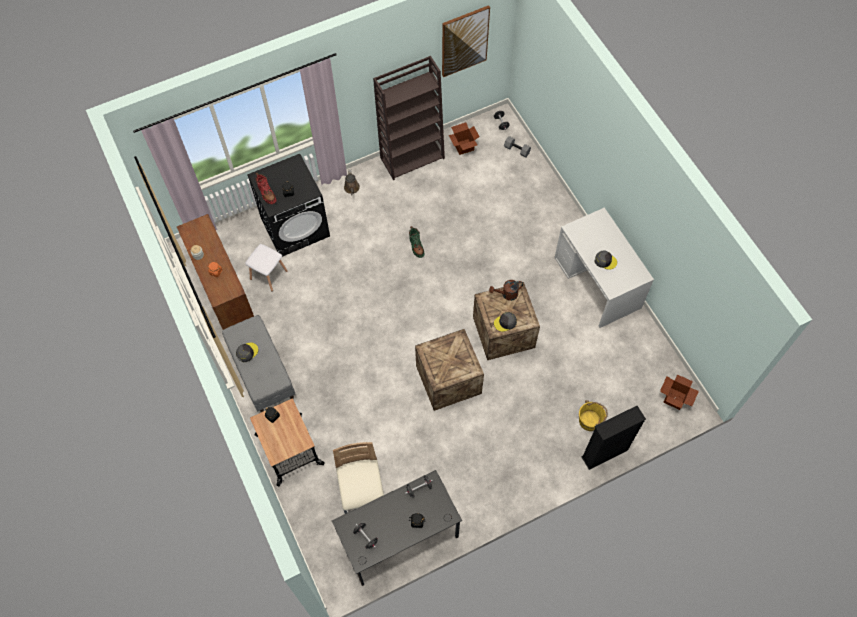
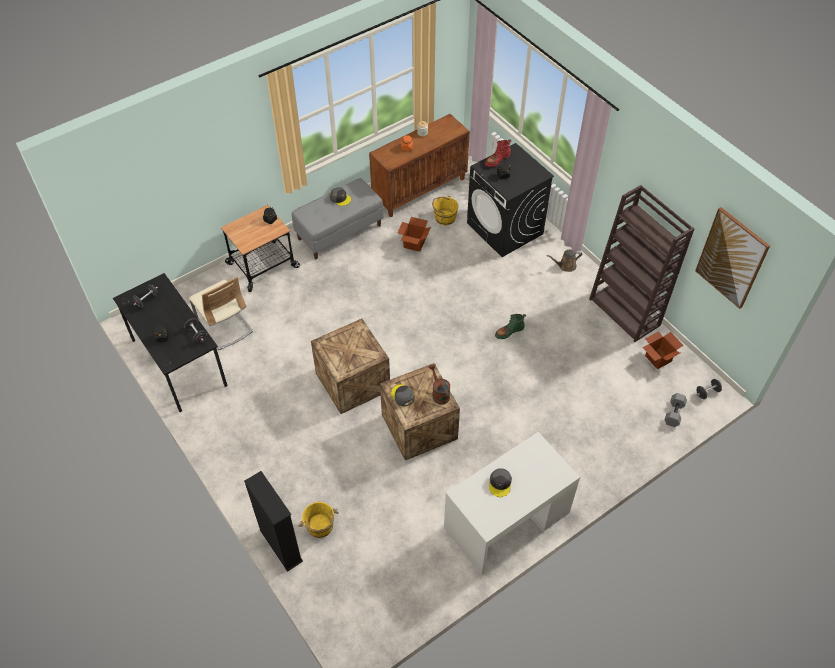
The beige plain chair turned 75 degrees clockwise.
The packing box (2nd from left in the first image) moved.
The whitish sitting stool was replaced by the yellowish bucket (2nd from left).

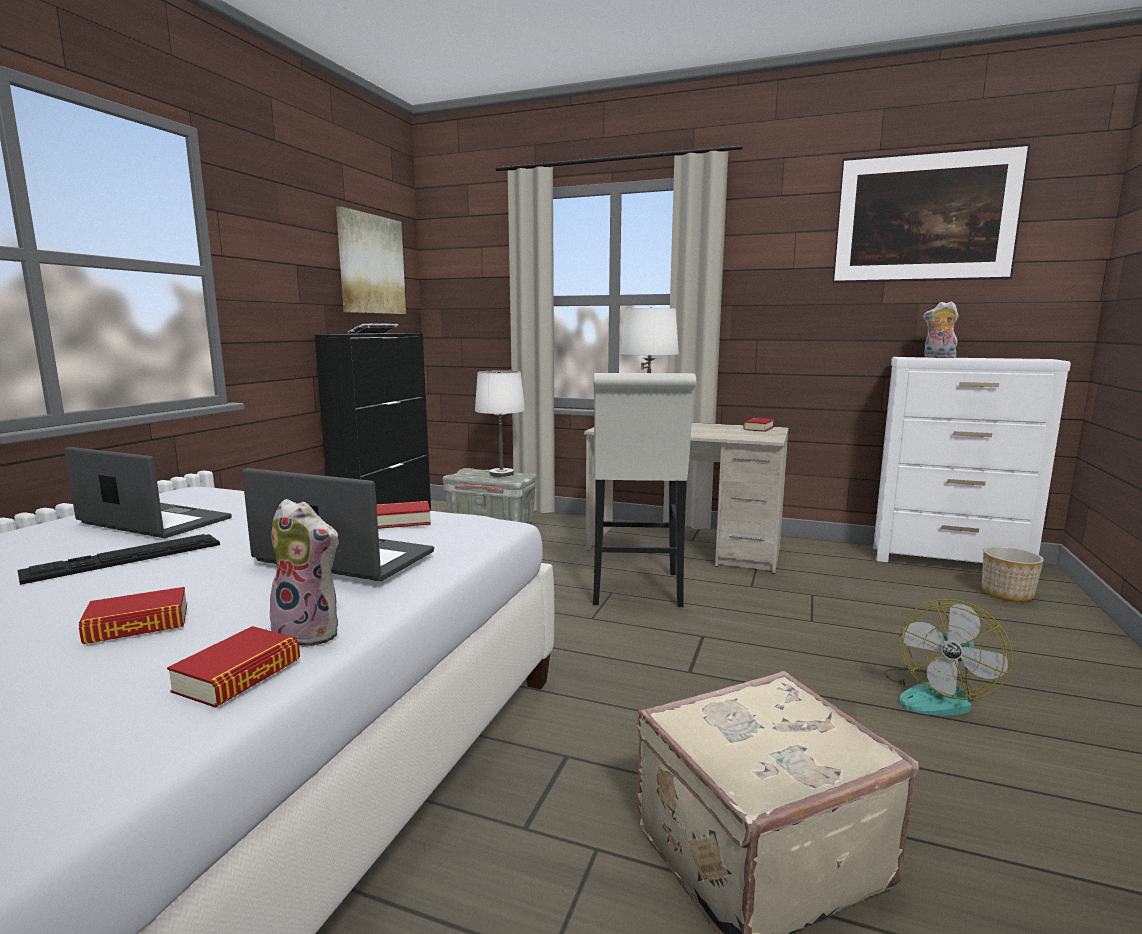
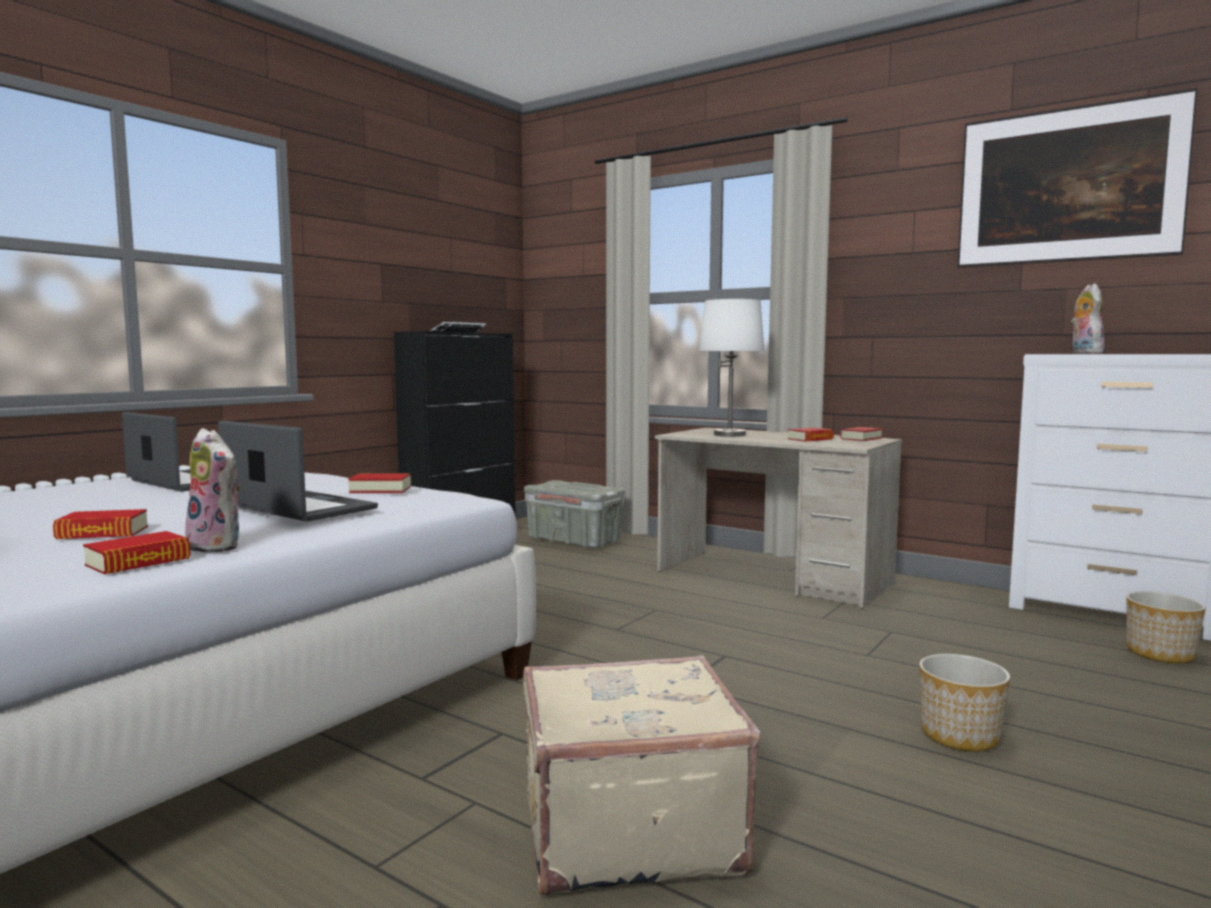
The book (4th from left) appeared.
The fan was replaced by the planter (1st from left).
The plush toy (2nd from left) turned 45 degrees clockwise.
The PC keyboard (1st from left) disappeared.
The wall art (1st from left) disappeared.
The whitish table lamp (1st from left) disappeared.
The whitish sitting stool disappeared.

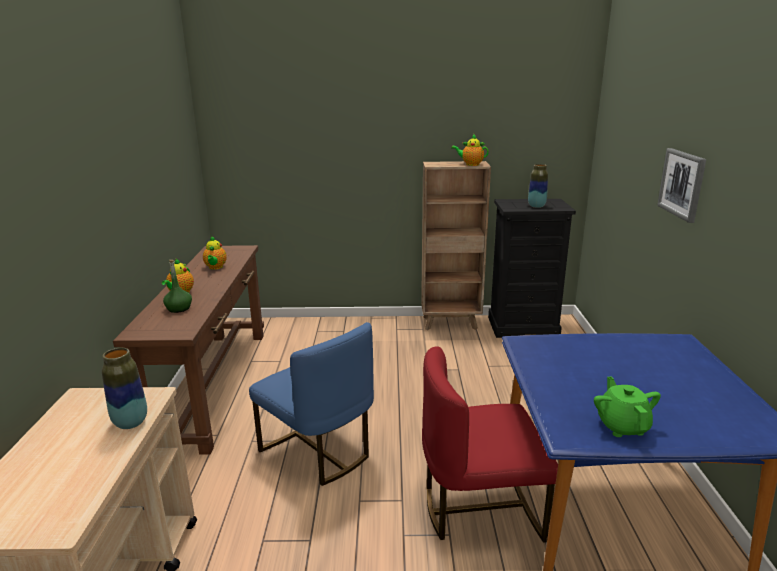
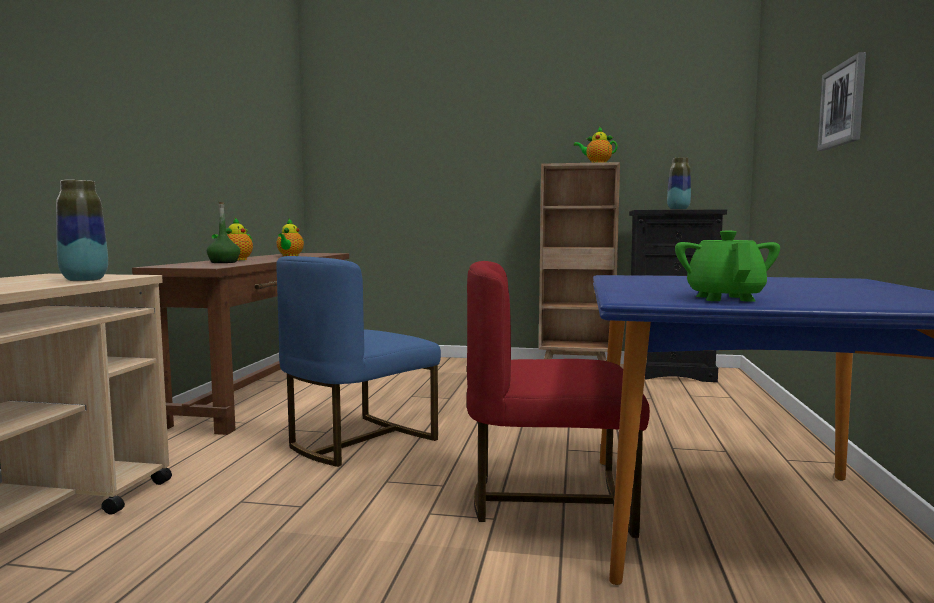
The bluish plain chair turned 75 degrees clockwise.

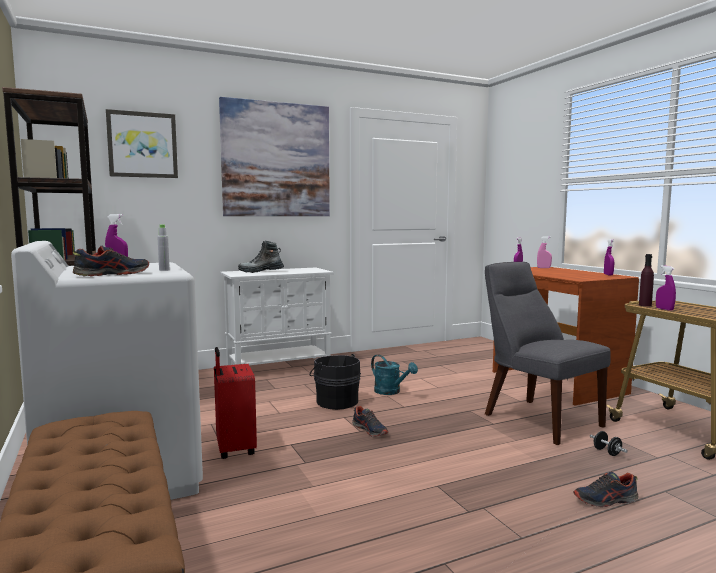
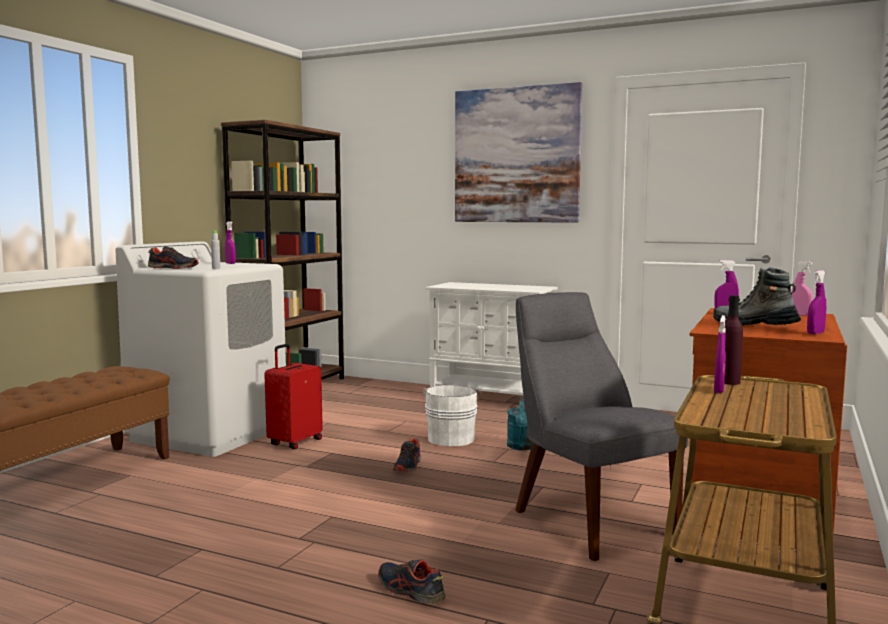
The black-coloured bucket became the whitish bucket.
The gray plain chair turned 45 degrees counterclockwise.
The high-top boot moved.
The wall art (1st from left) disappeared.
The black-coloured free weight disappeared.

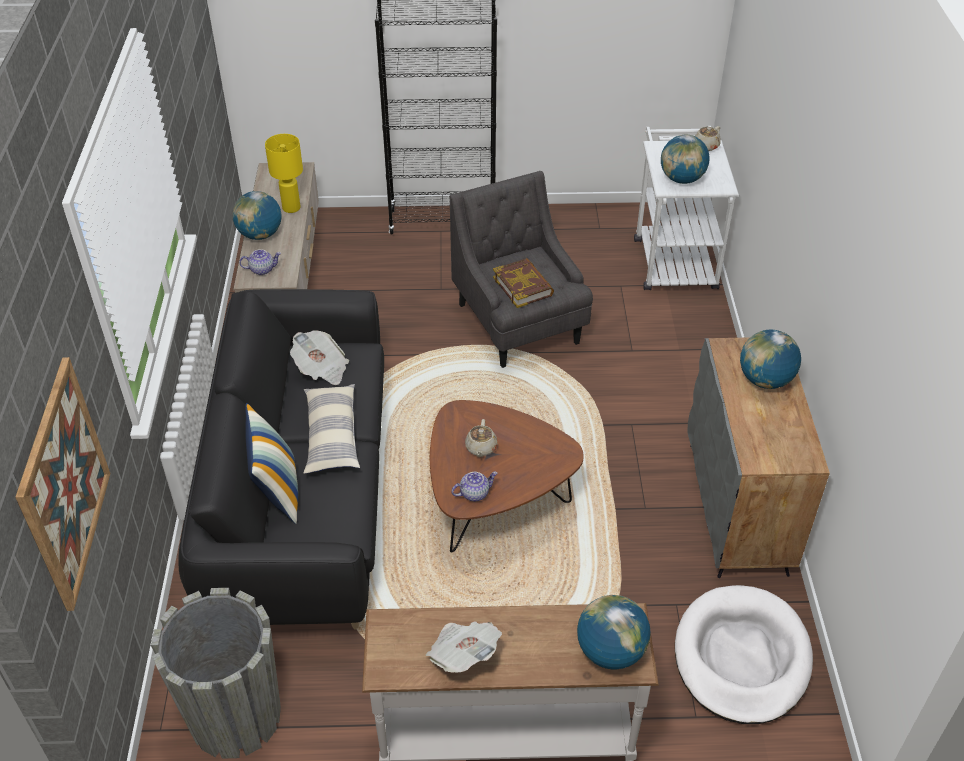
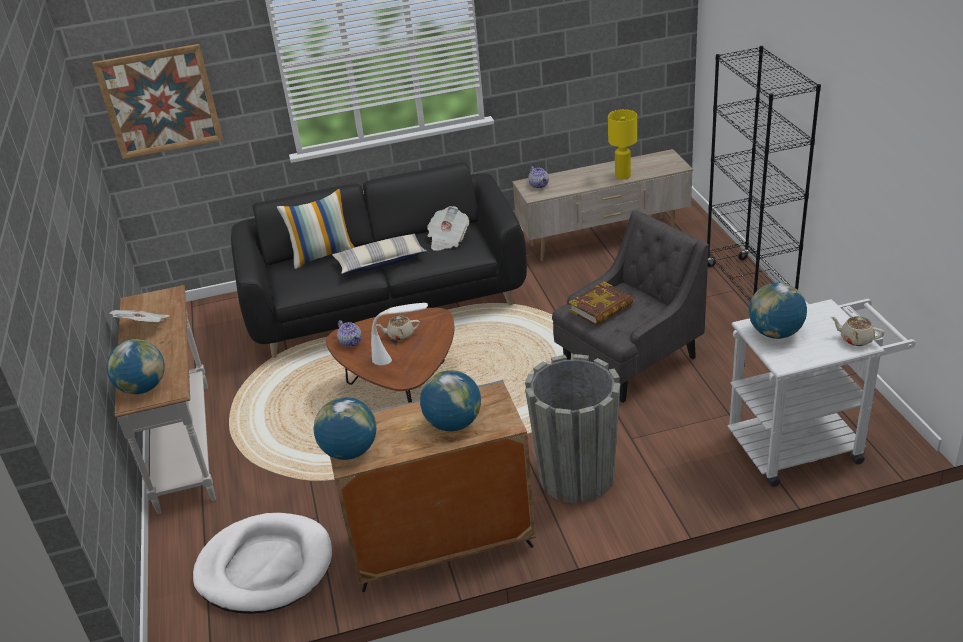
The world globe (1st from left in the first image) moved.
The whitish table lamp appeared.
The gray planter moved.

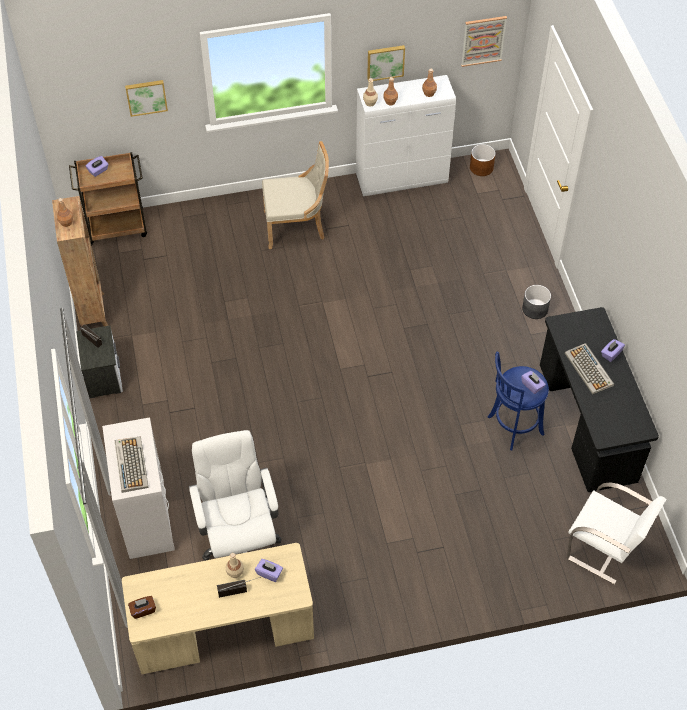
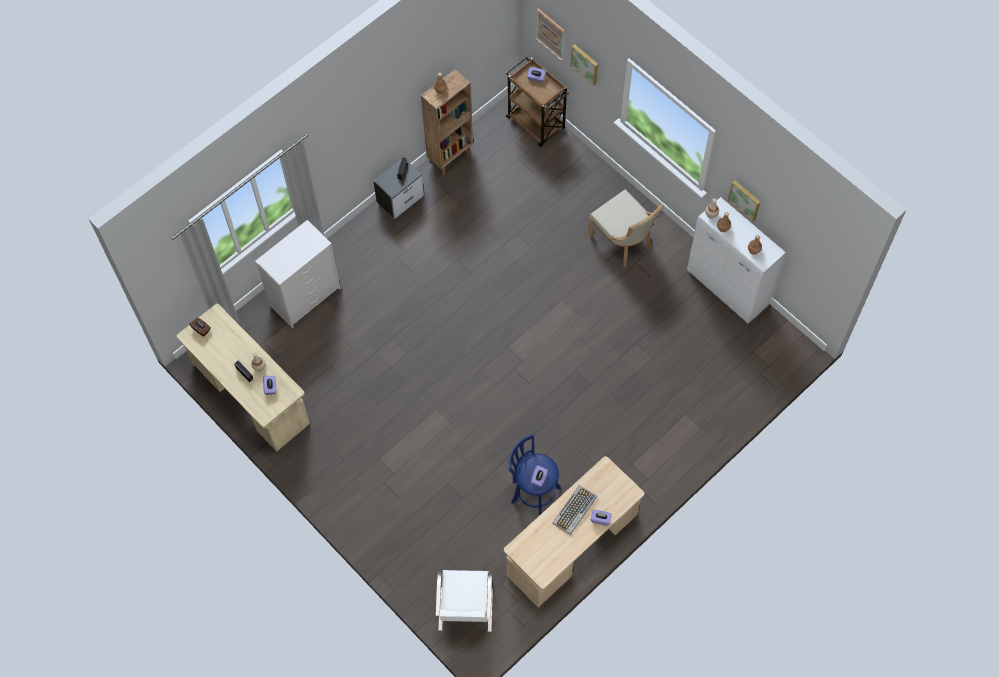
The black-coloured desk became the beige desk (2nd from left).
The wall art (3rd from left in the first image) moved.
The PC keyboard (1st from left) disappeared.
The whitish office chair disappeared.
The brownish planter disappeared.
The gray planter disappeared.

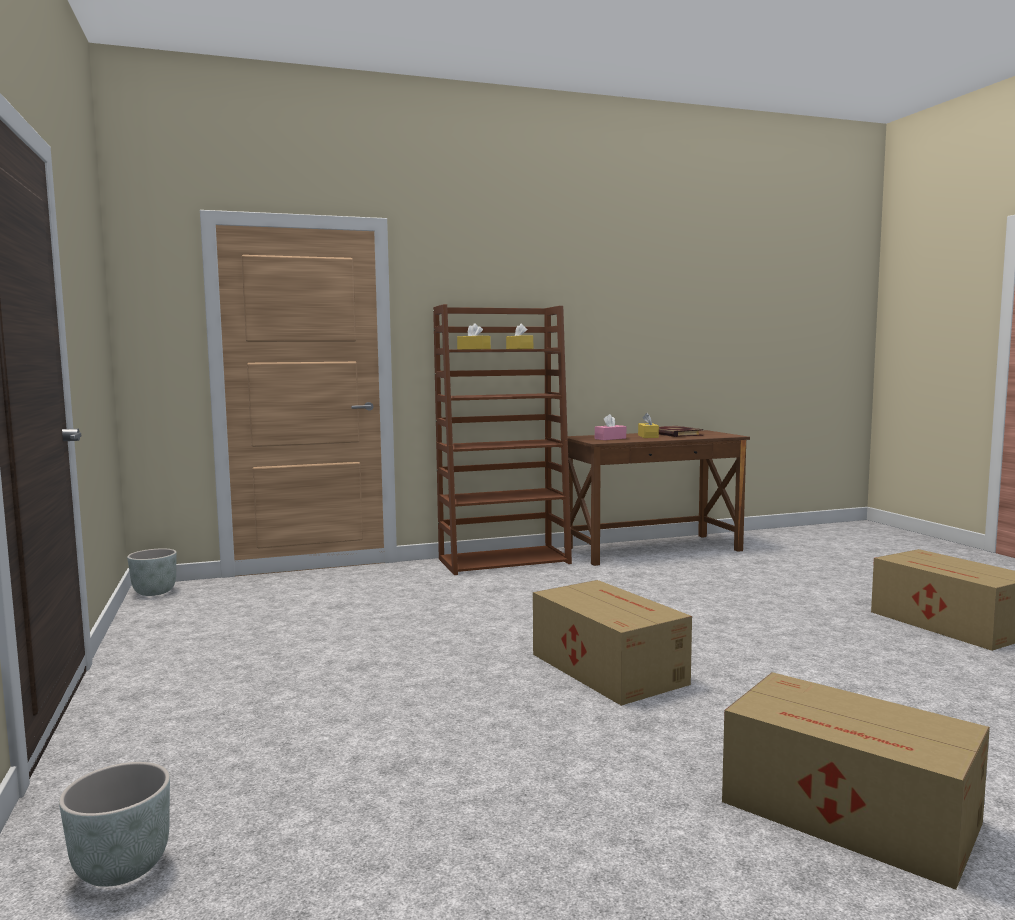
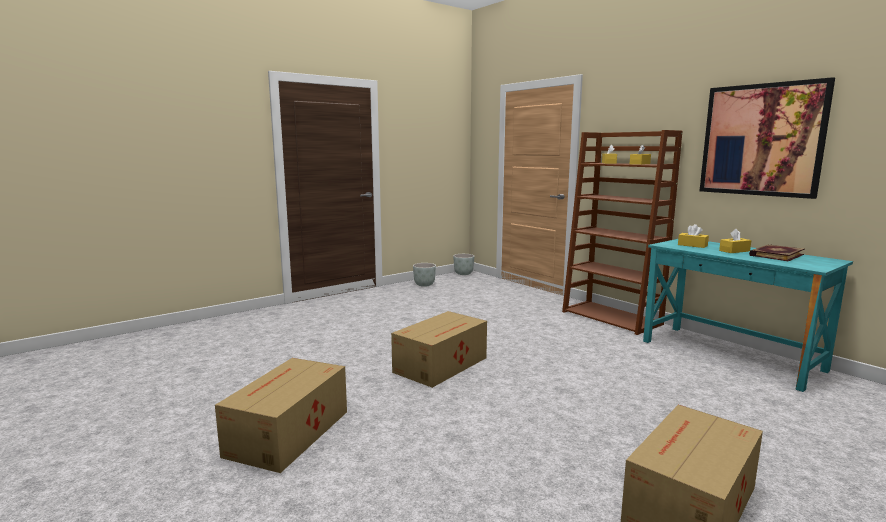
The gray planter (1st from left) moved.
The brownish desk became the turquoise desk.
The pinkish box of tissues became the yellowish box of tissues (3rd from left).
The wall art appeared.

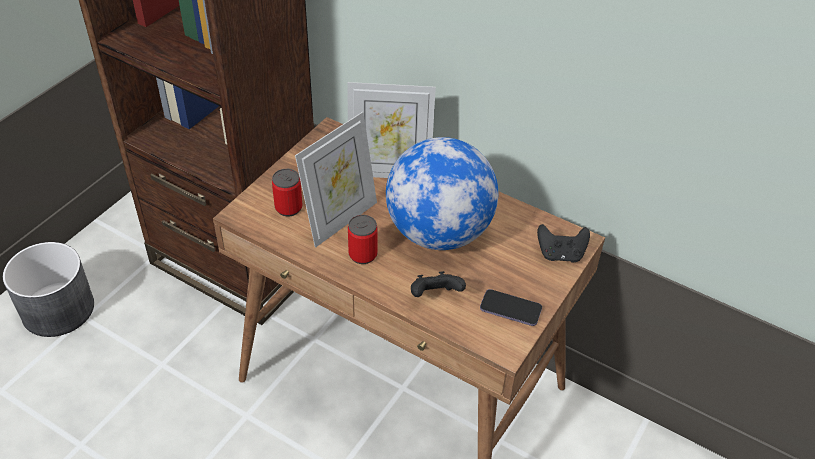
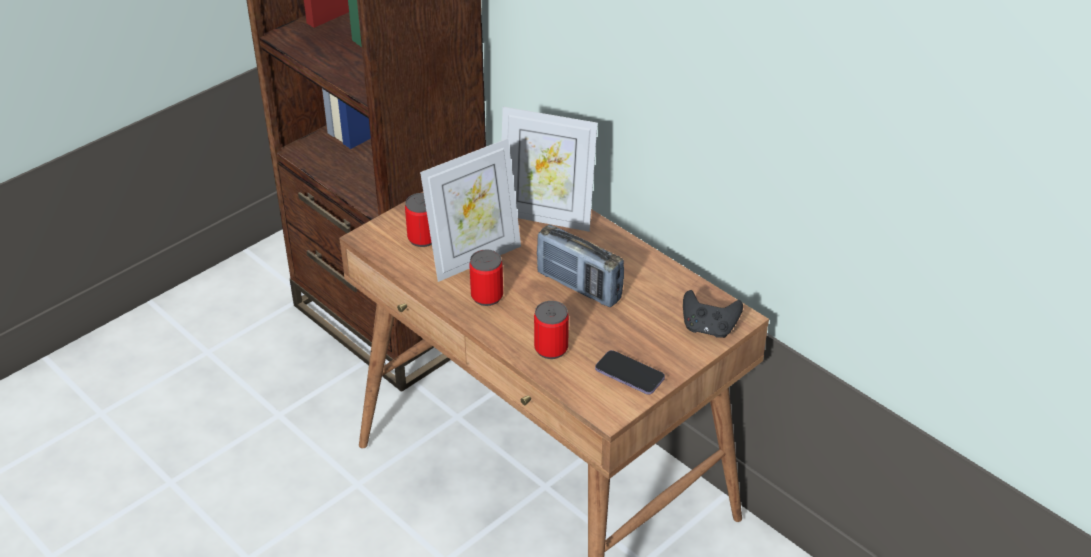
The black-coloured game controller (1st from left) was replaced by the can (3rd from left).
The world globe was replaced by the radio set.
The gray planter disappeared.

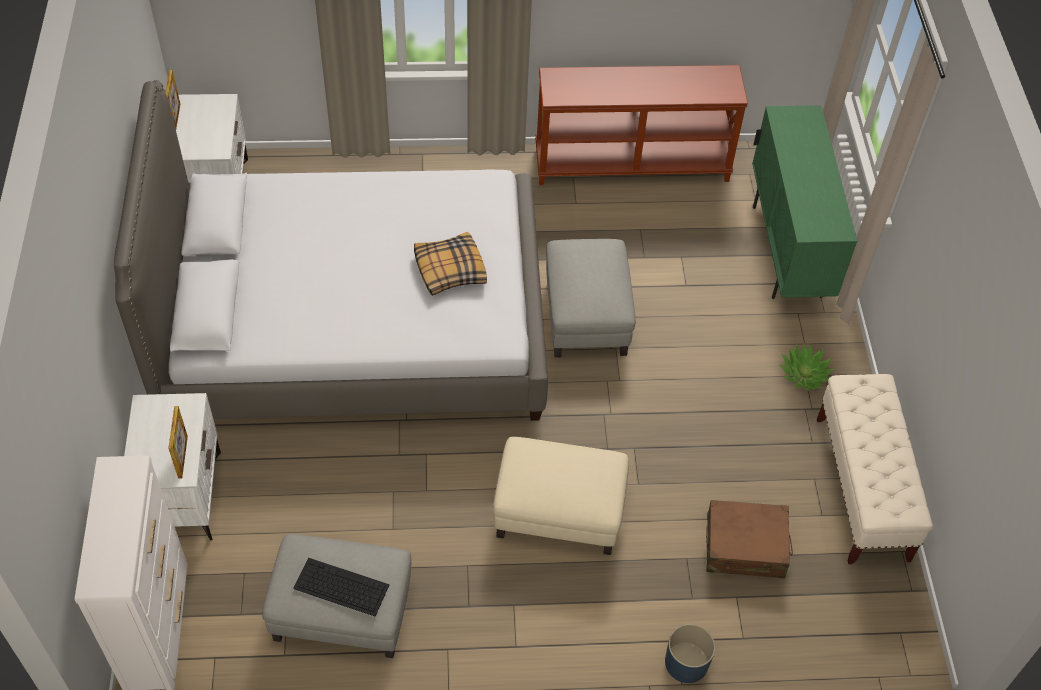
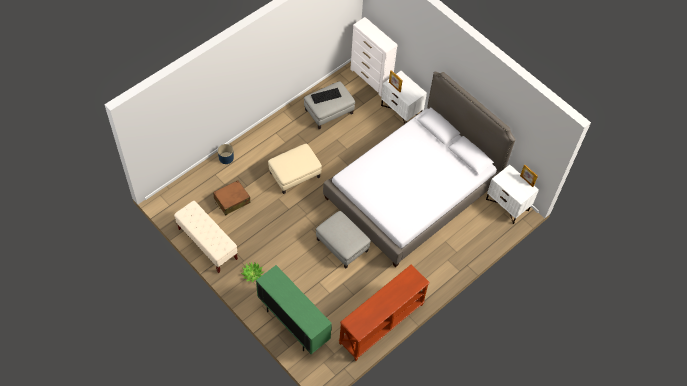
The throw pillow disappeared.

